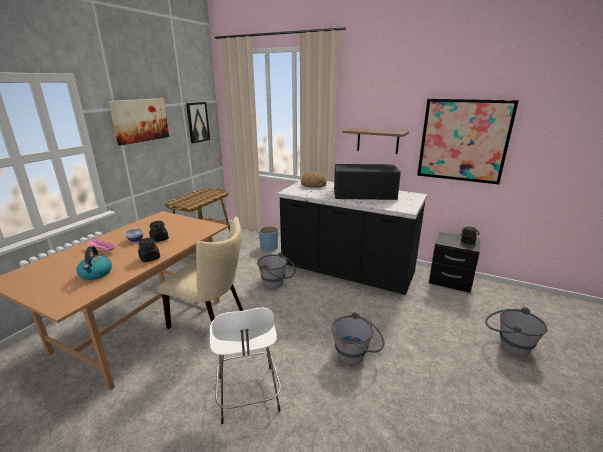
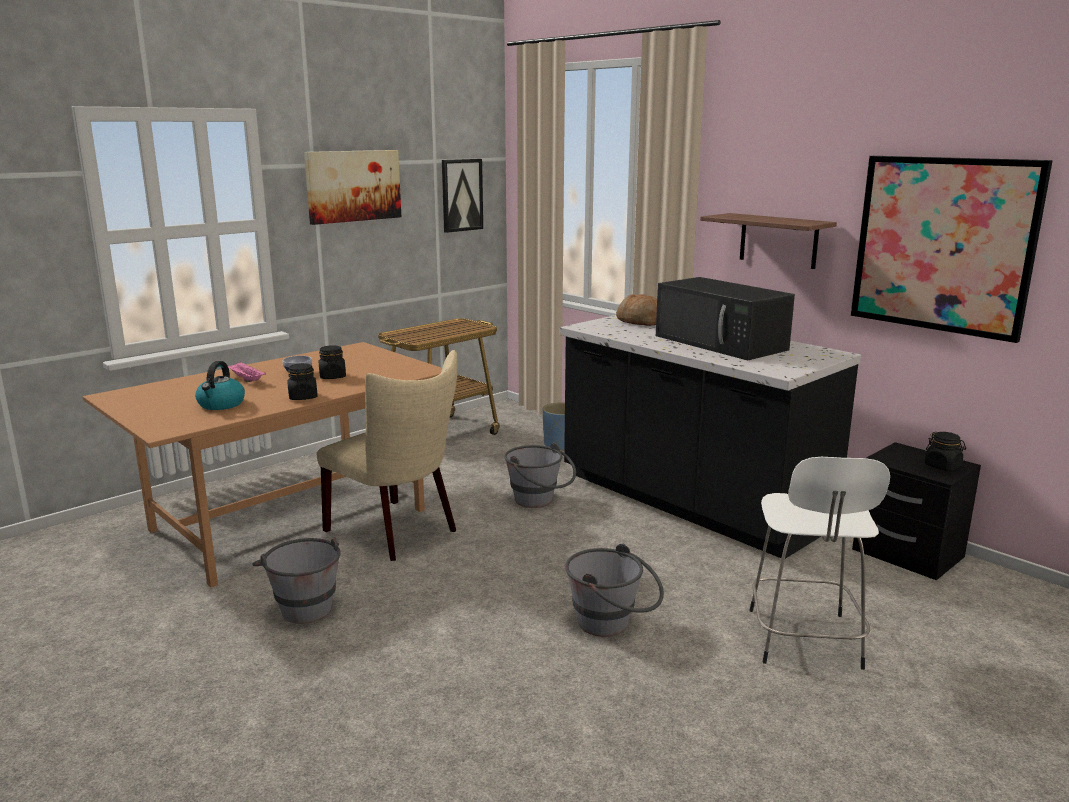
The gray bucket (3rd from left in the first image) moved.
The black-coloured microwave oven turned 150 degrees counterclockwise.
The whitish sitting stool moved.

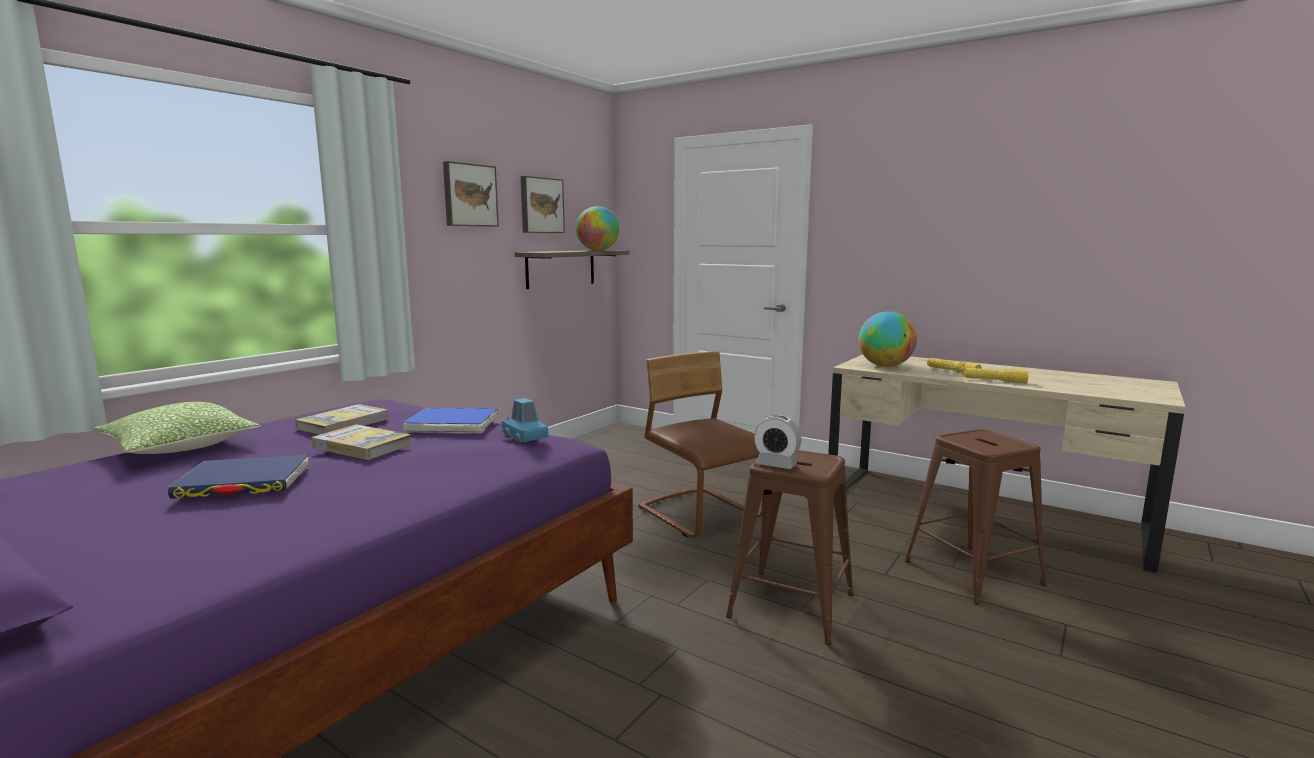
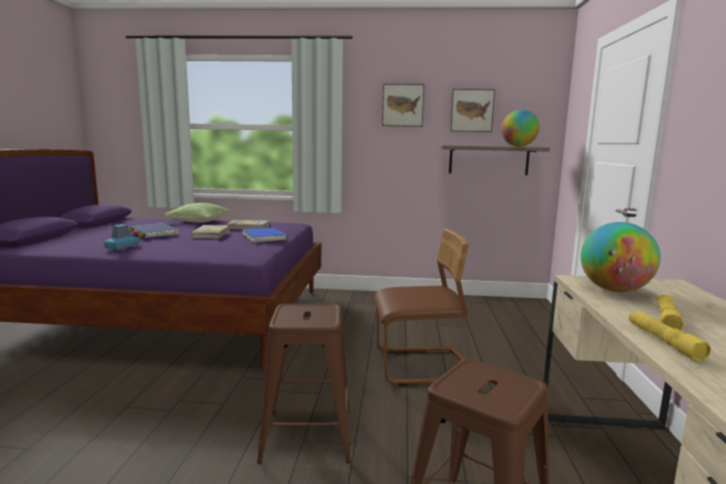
The bluish miniature car moved.
The brownish plain chair turned 60 degrees clockwise.
The bedside clock disappeared.

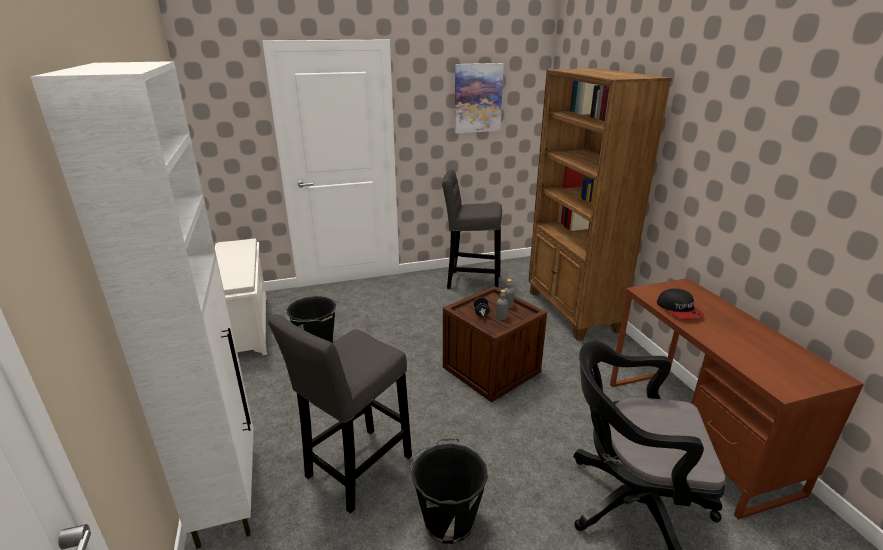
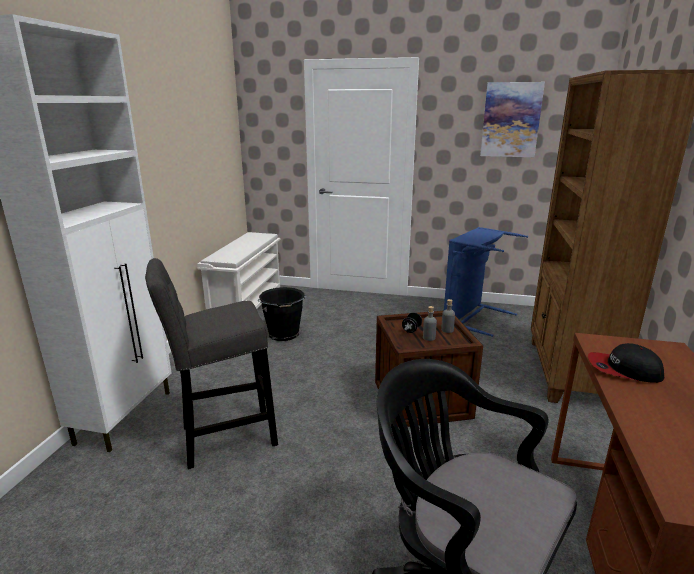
The gray sitting stool (2nd from left) was replaced by the bluish hamper.
The baseball cap turned 90 degrees clockwise.
The black-coloured bucket (2nd from left) disappeared.

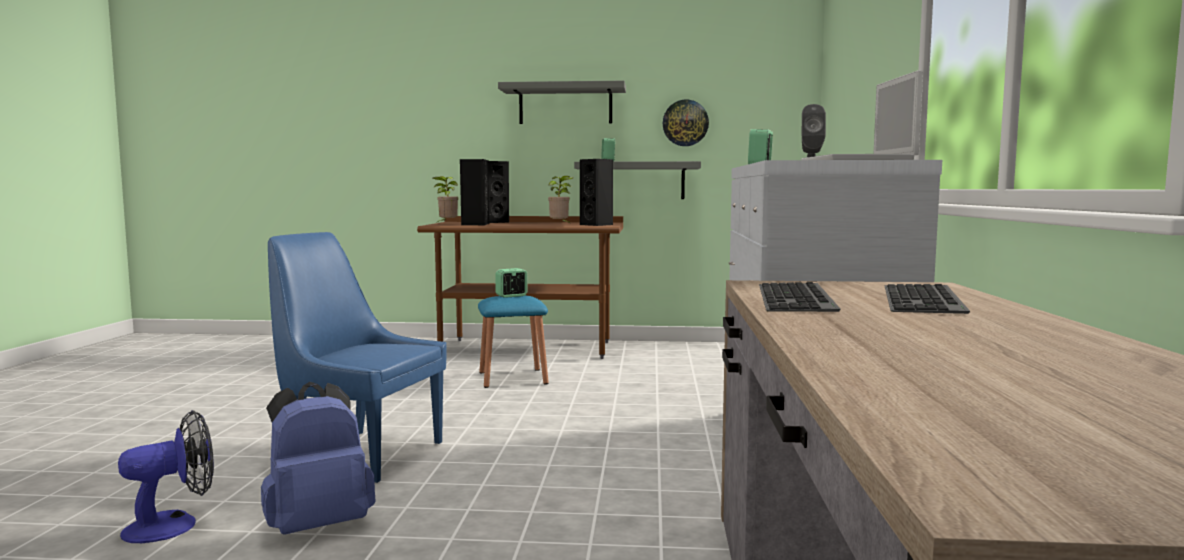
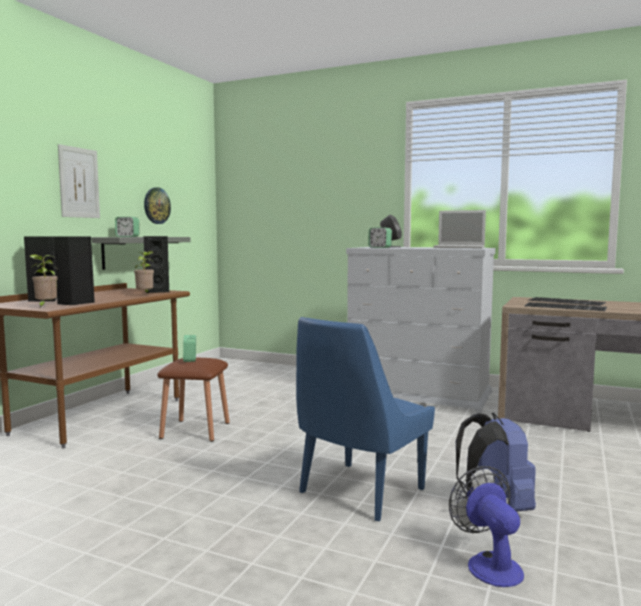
The gray wall shelf (1st from left) was replaced by the wall art.
The bluish sitting stool became the brownish sitting stool.

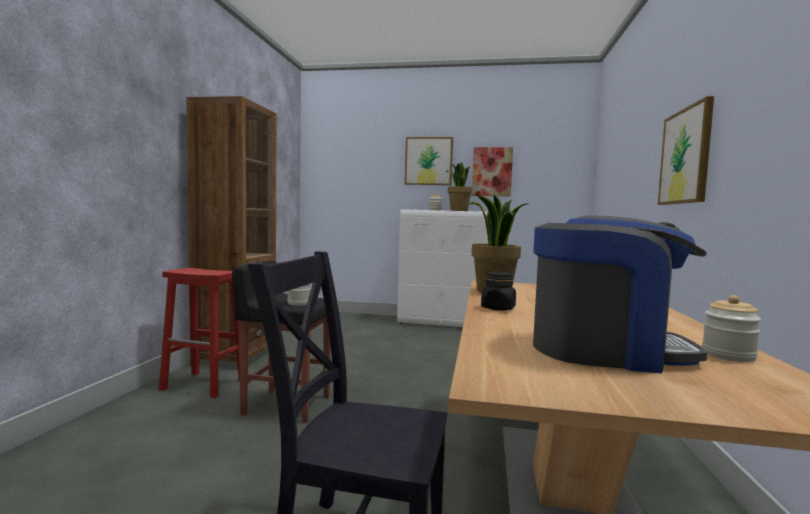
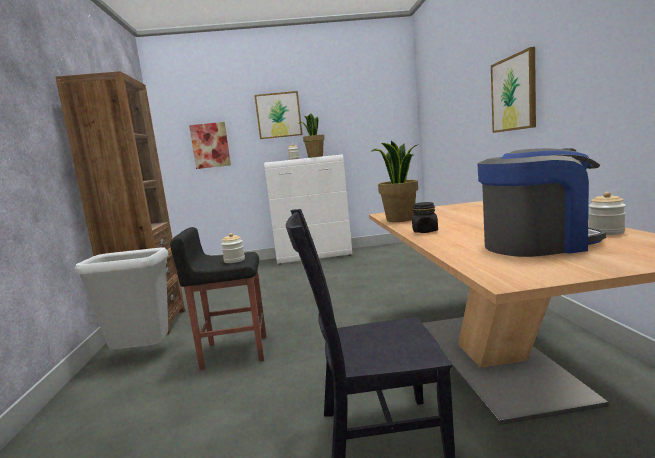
The red-coloured sitting stool was replaced by the gray trash can.
The wall art (2nd from left in the first image) moved.

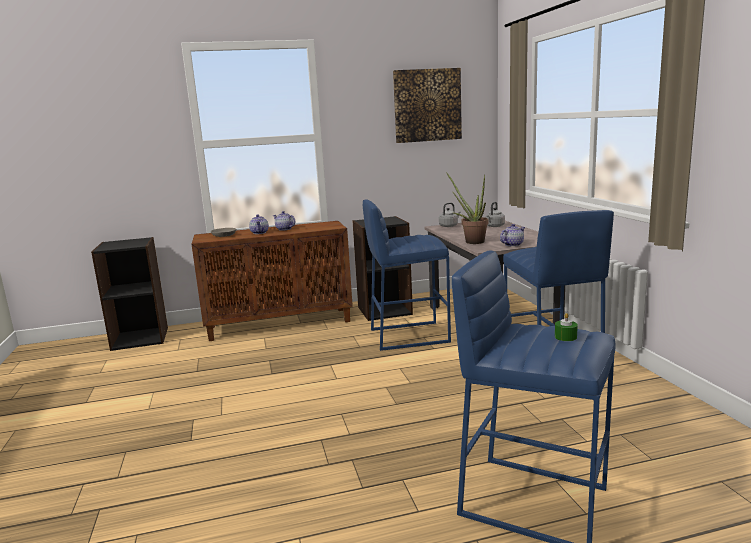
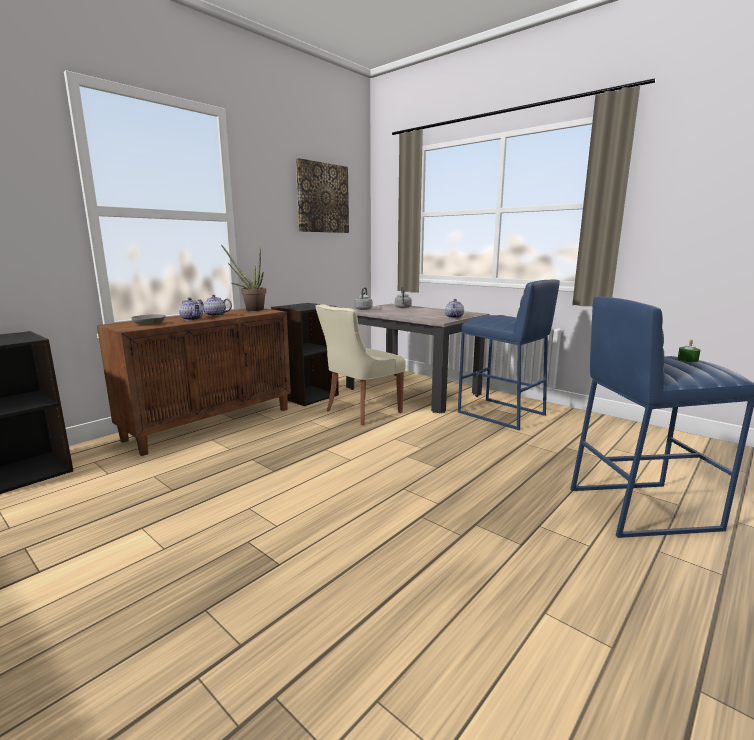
The houseplant moved.
The bluish sitting stool (1st from left) was replaced by the beige plain chair.

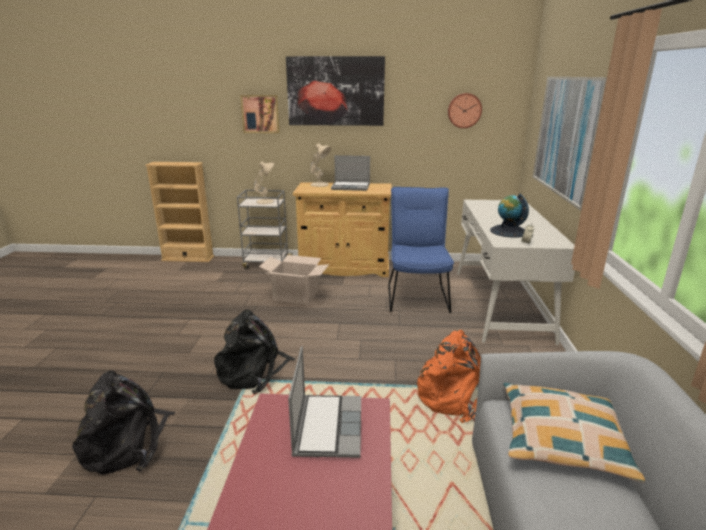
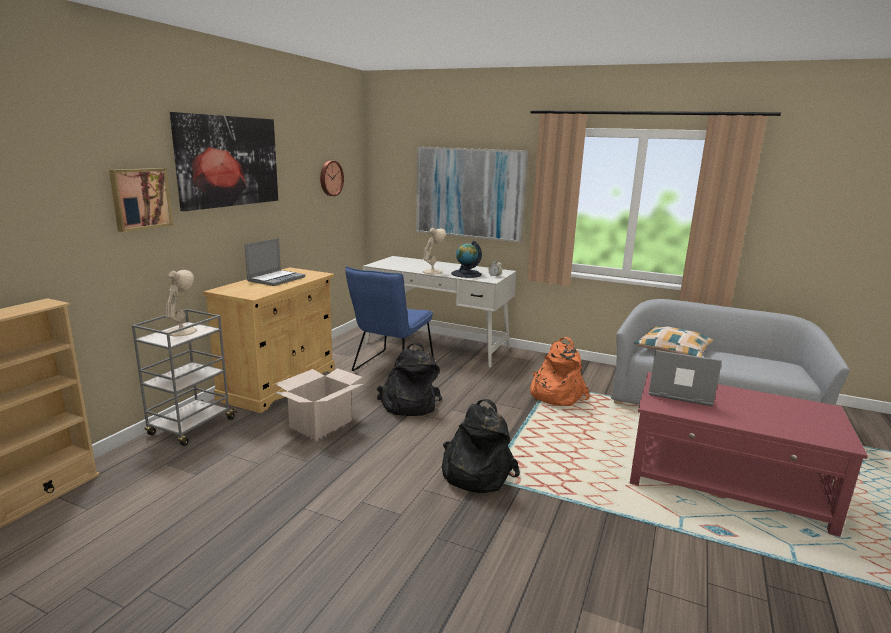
The bluish plain chair turned 90 degrees counterclockwise.
The black-coloured backpack (1st from left) moved.
The beige table lamp (2nd from left) moved.

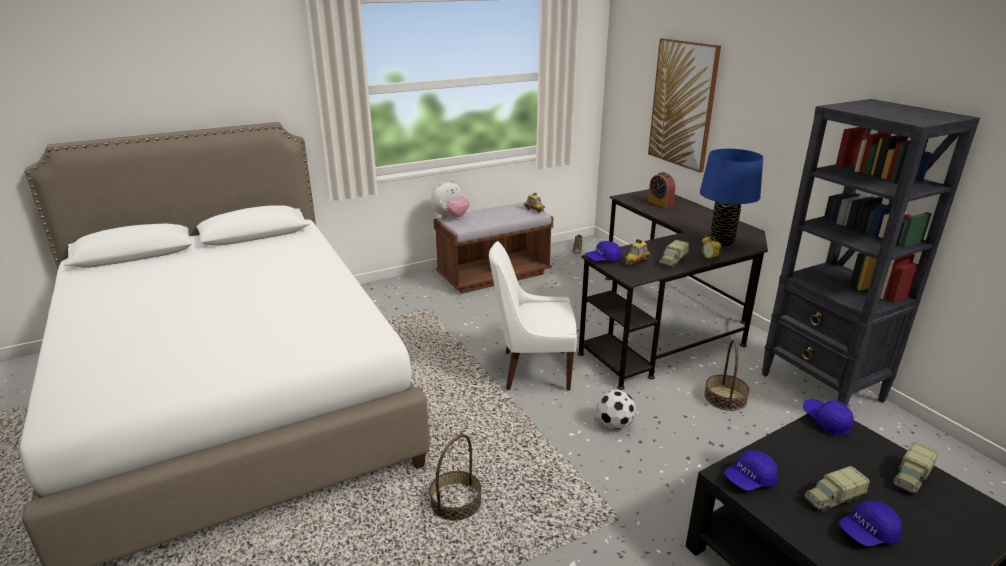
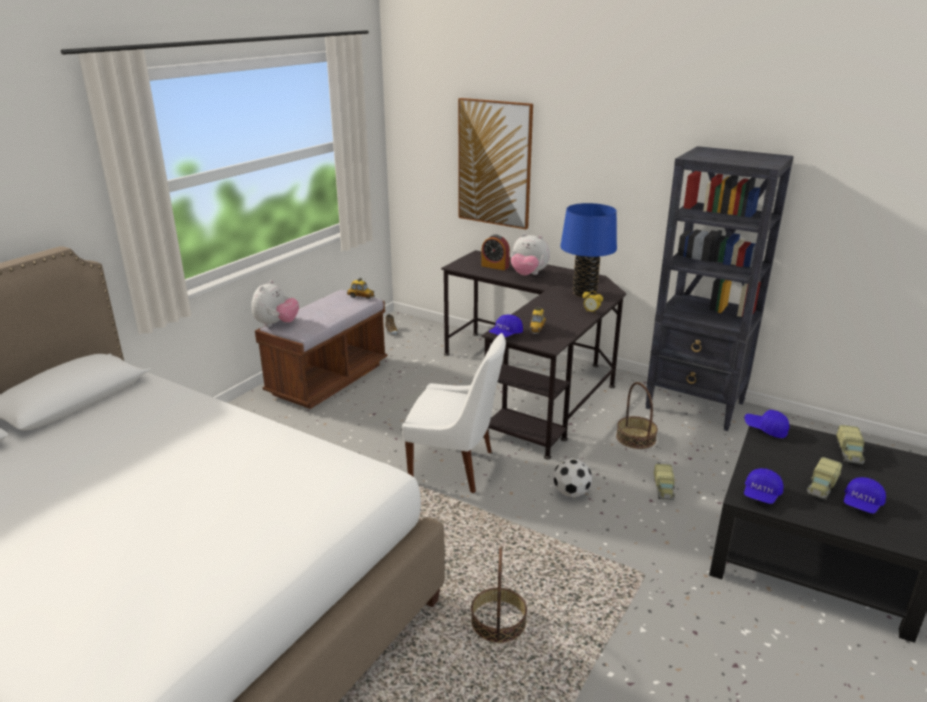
The whitish plain chair turned 135 degrees counterclockwise.
The plush toy (2nd from left) appeared.
The model truck (1st from left) moved.

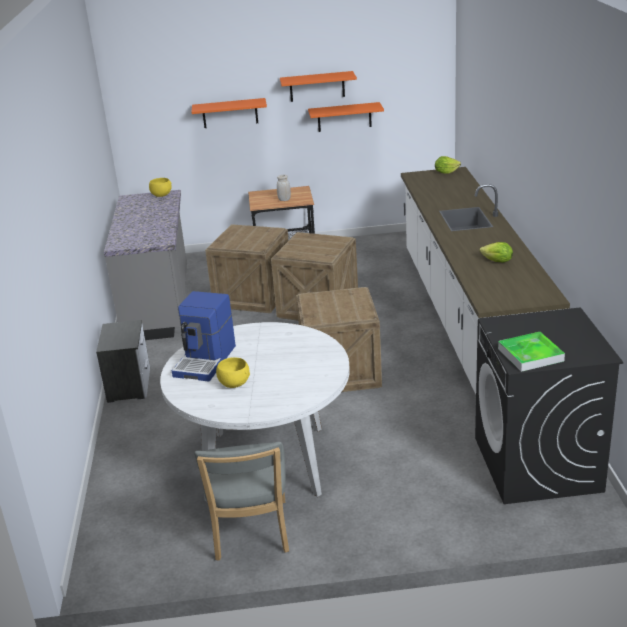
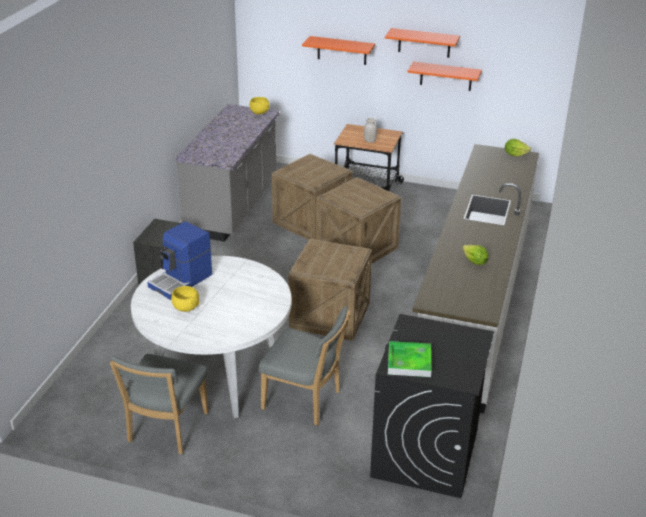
The gray plain chair (2nd from left) appeared.

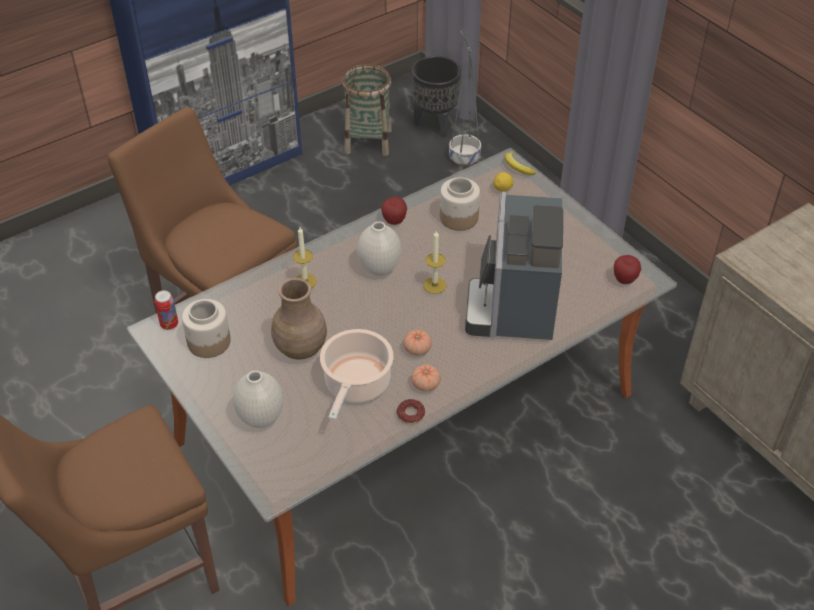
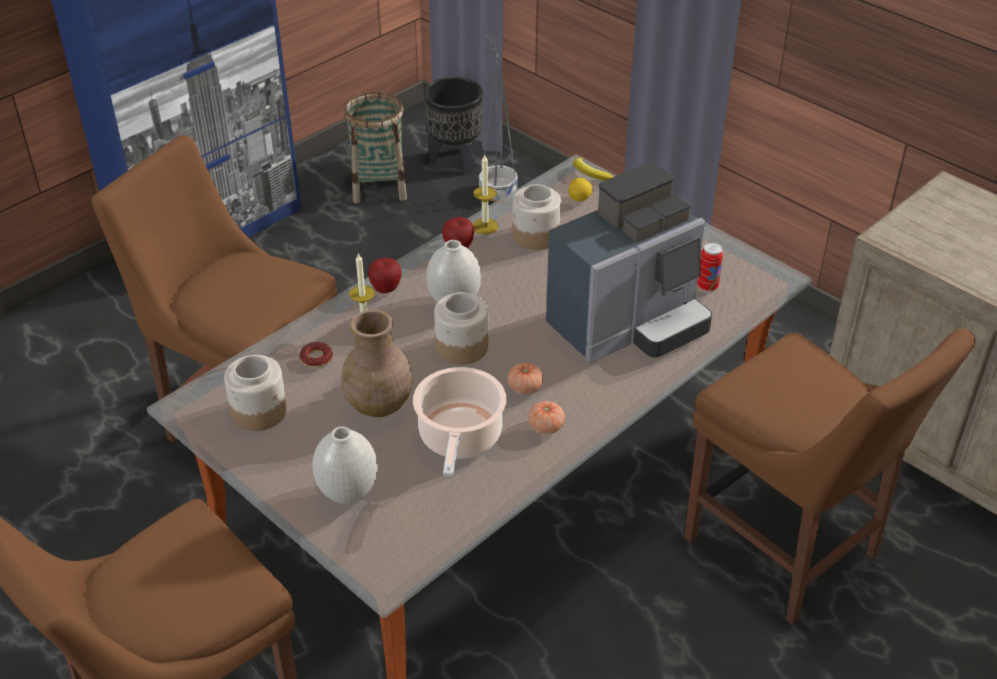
The donut moved.
The whole apple (2nd from left in the first image) moved.
The storage jar (2nd from left) appeared.
The wax light (2nd from left) moved.
The coffee brewer turned 120 degrees counterclockwise.
The brownish plain chair (3rd from left) appeared.
The can moved.

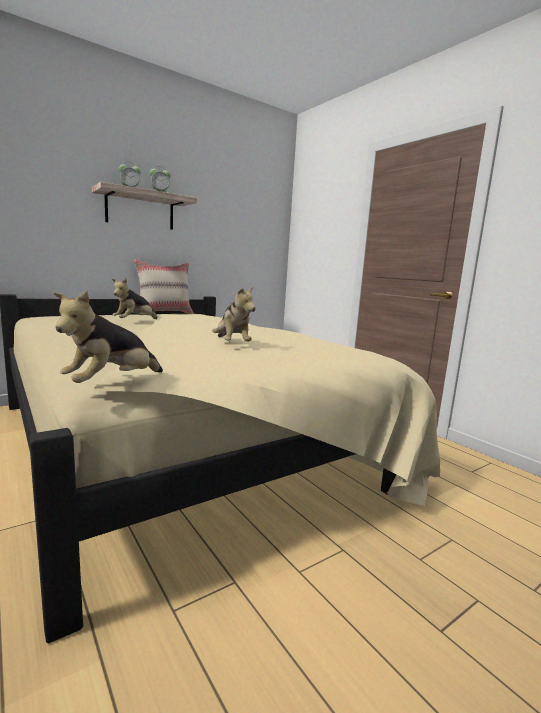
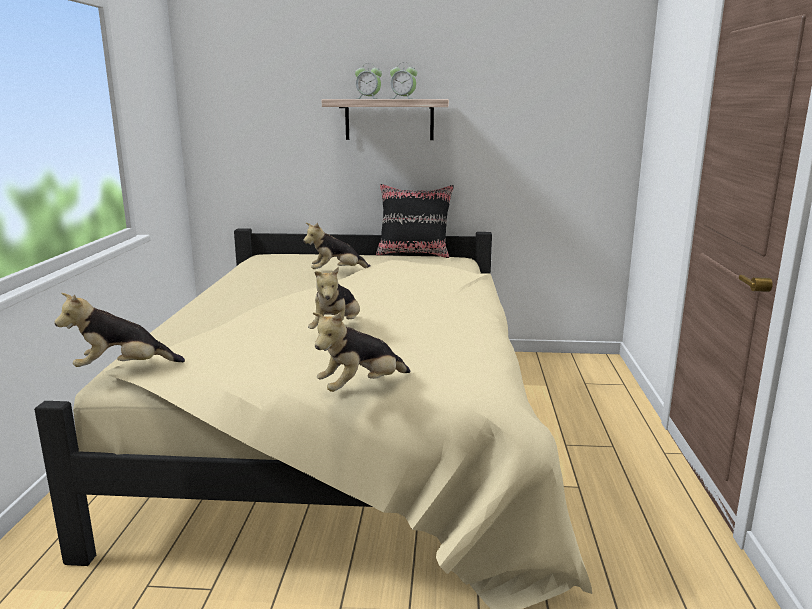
The plush toy (4th from left) appeared.
The beige throw pillow became the black-coloured throw pillow.

